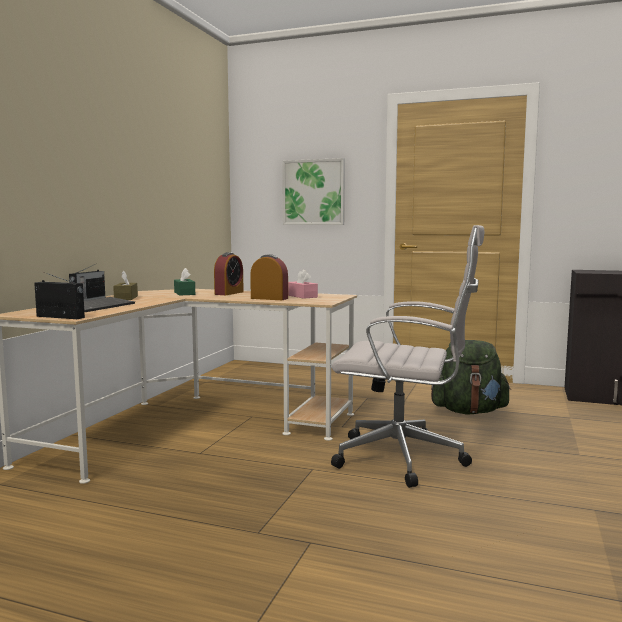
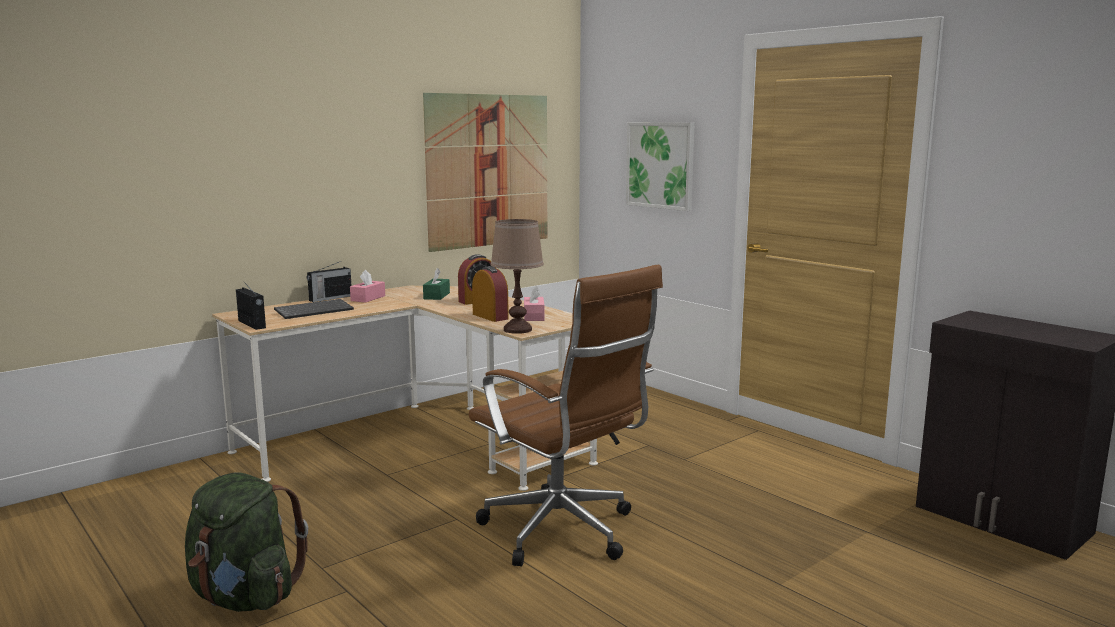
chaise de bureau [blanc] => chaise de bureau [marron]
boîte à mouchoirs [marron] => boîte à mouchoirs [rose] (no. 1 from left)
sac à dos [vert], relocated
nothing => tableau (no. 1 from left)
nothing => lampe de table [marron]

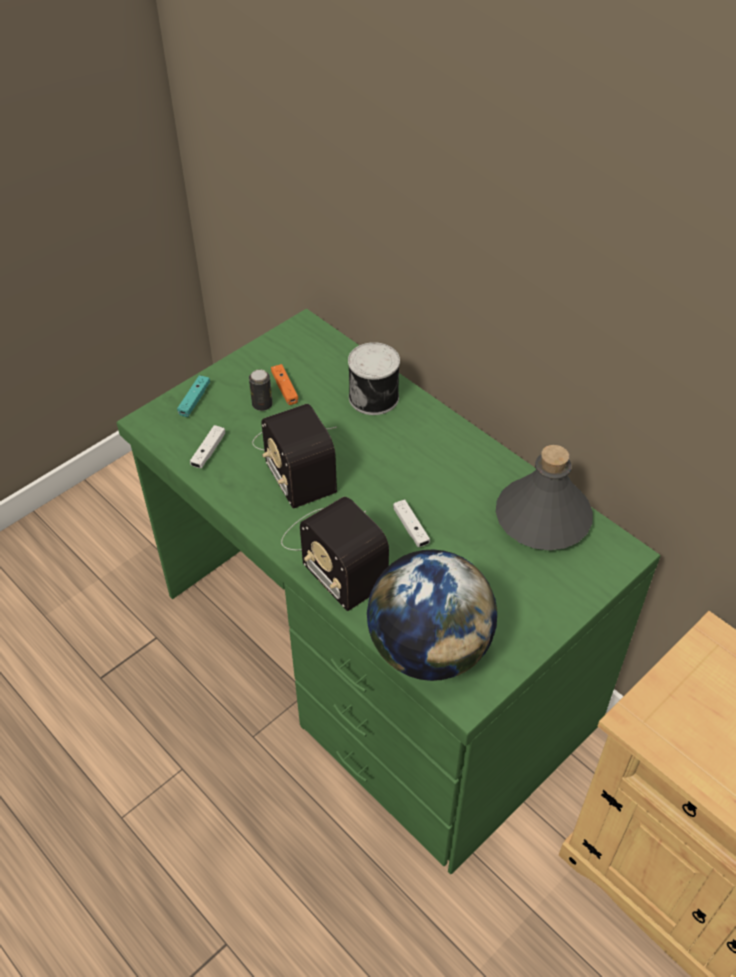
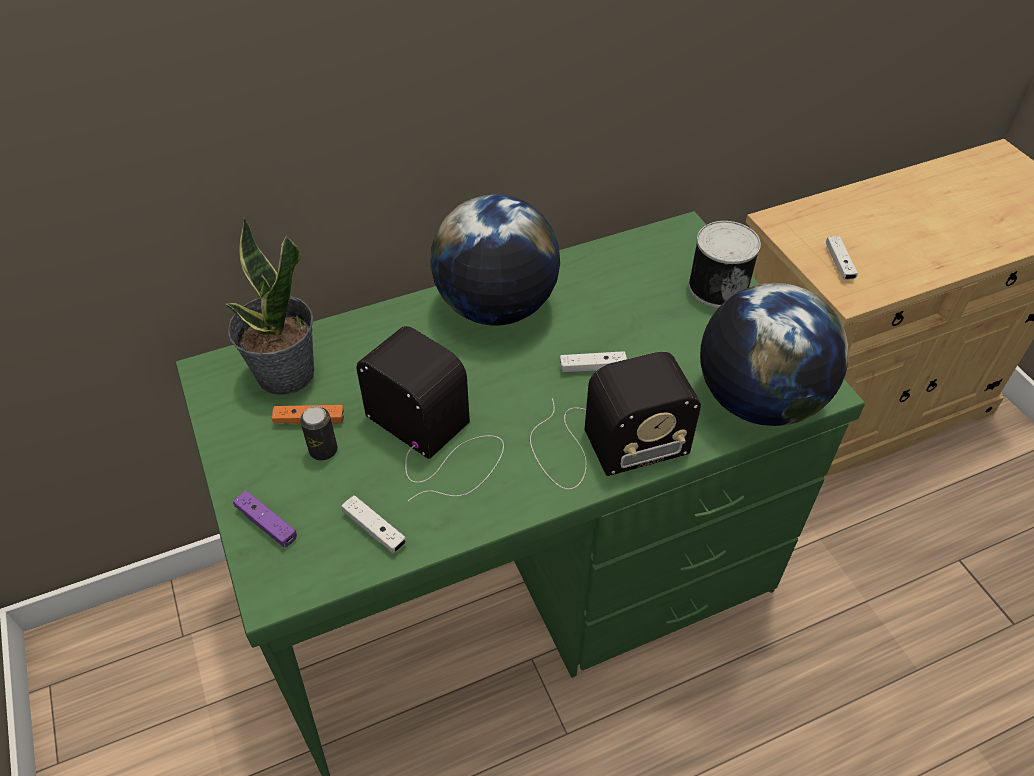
boîte métallique (no. 2 from left), relocated
manette [turquoise] => manette [violet]
radio (no. 1 from left), 135 degrees counterclockwise
bouteille [gris] => nothing
nothing => globe (no. 1 from left)
nothing => plante en pot
nothing => manette [blanc] (no. 3 from left)

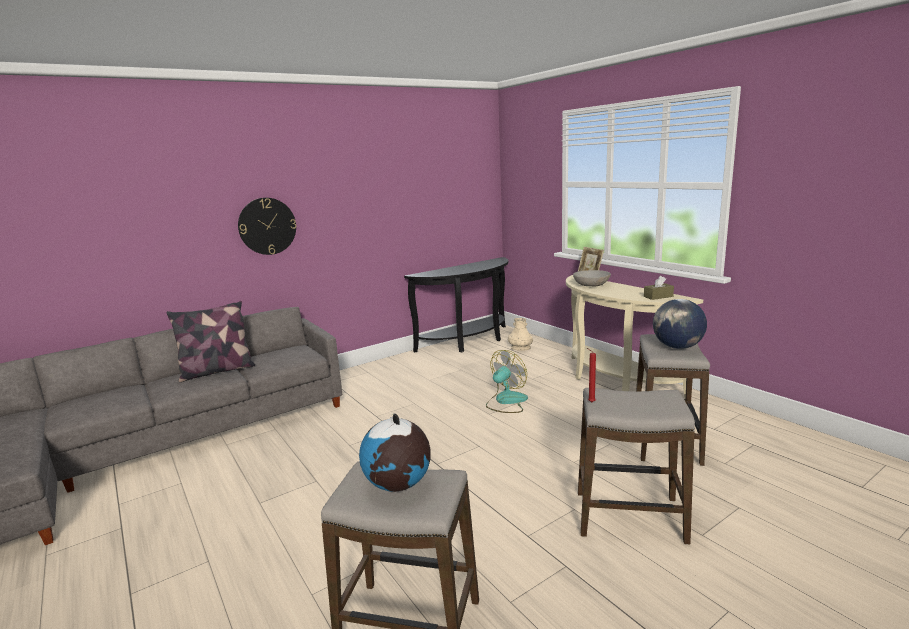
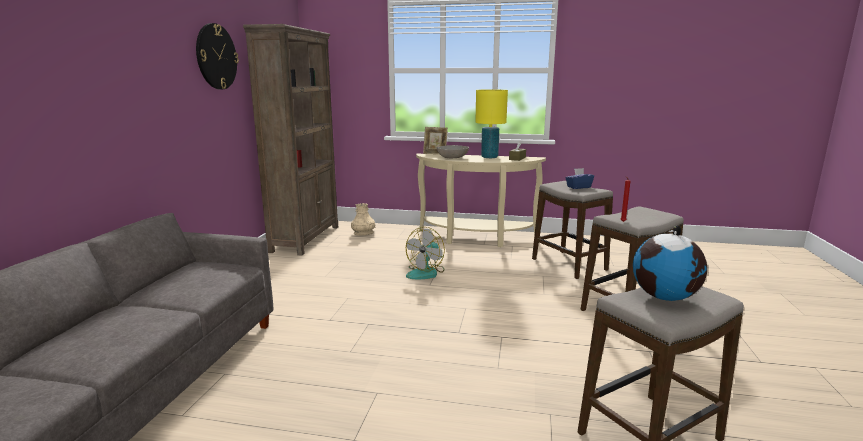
horloge murale, relocated
table console [noir] => bibliothèque [marron]
globe (no. 2 from left) => boîte à mouchoirs [bleu]
coussin => nothing
ventilateur, 150 degrees counterclockwise
nothing => lampe de table [jaune]

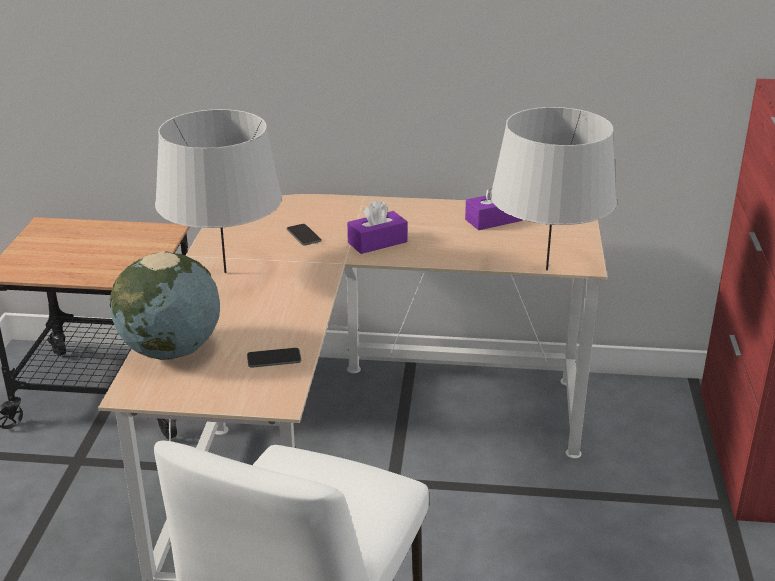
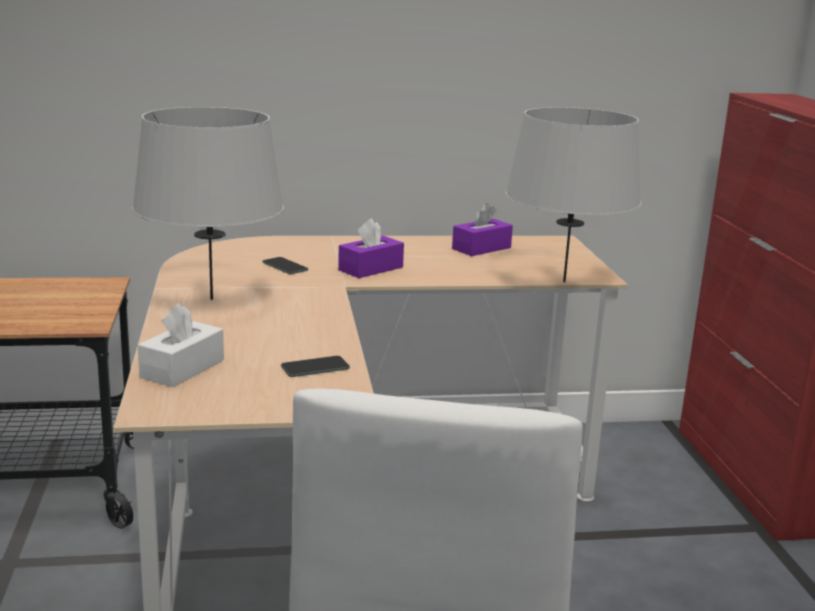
globe => boîte à mouchoirs [blanc]

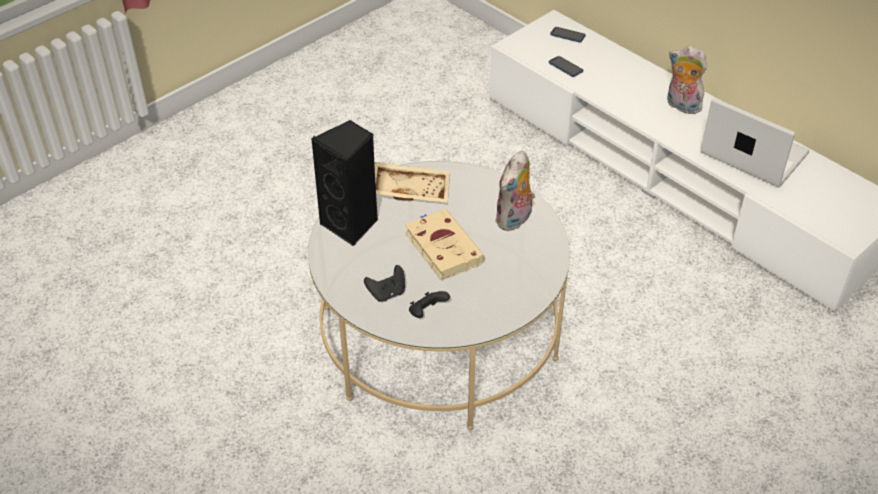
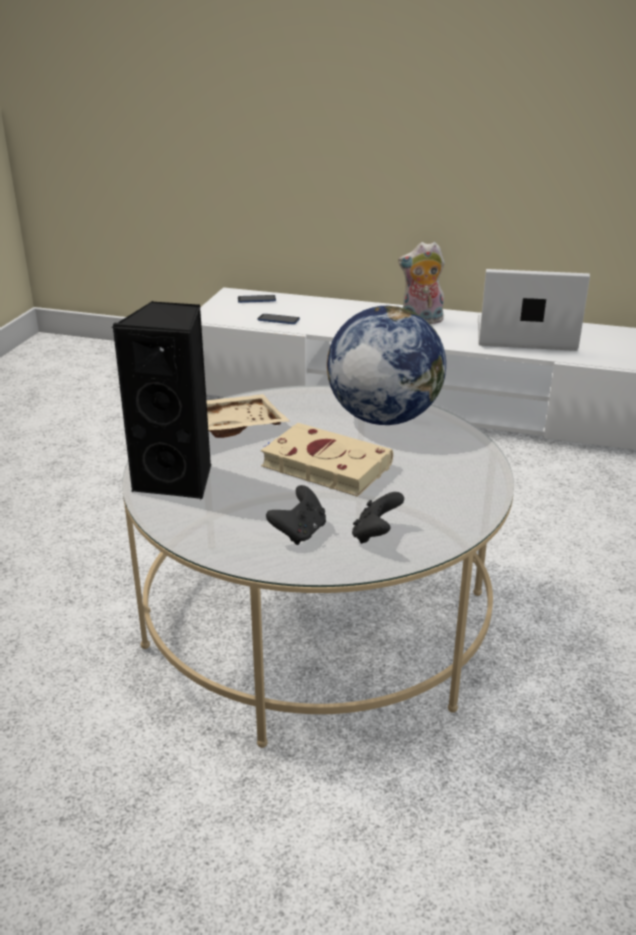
peluche (no. 1 from left) => globe

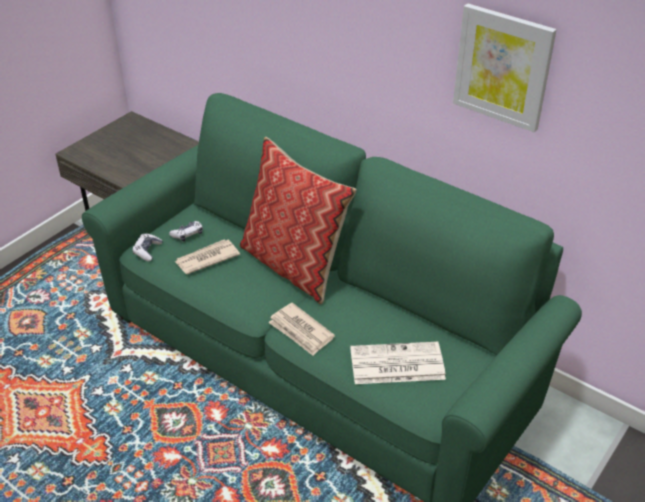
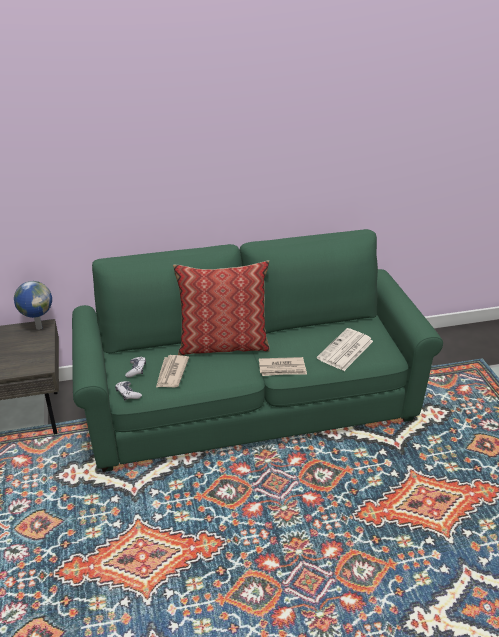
tableau => nothing
nothing => globe

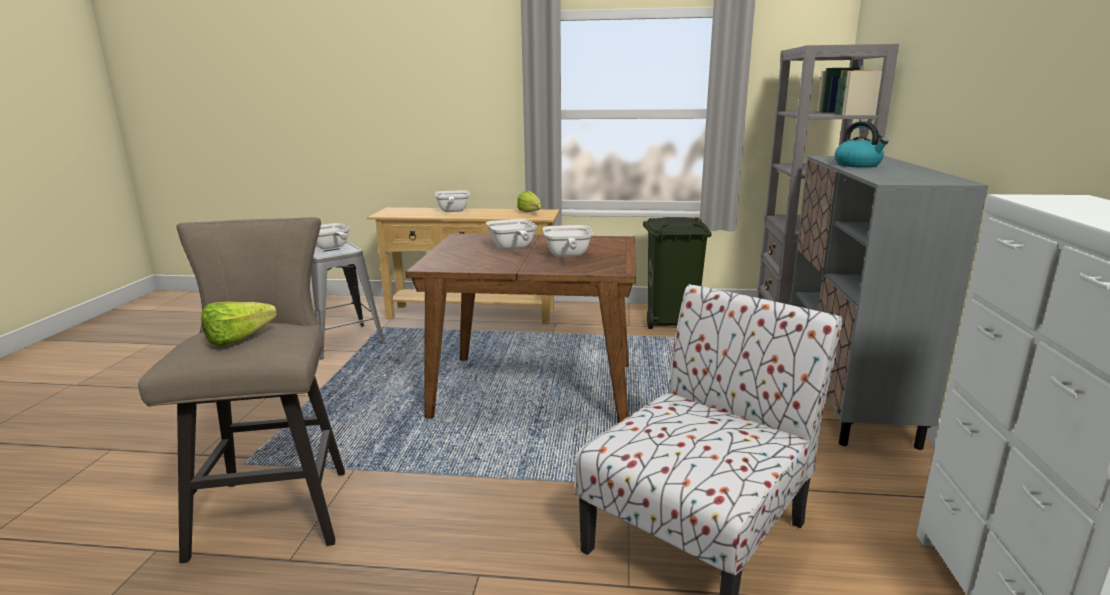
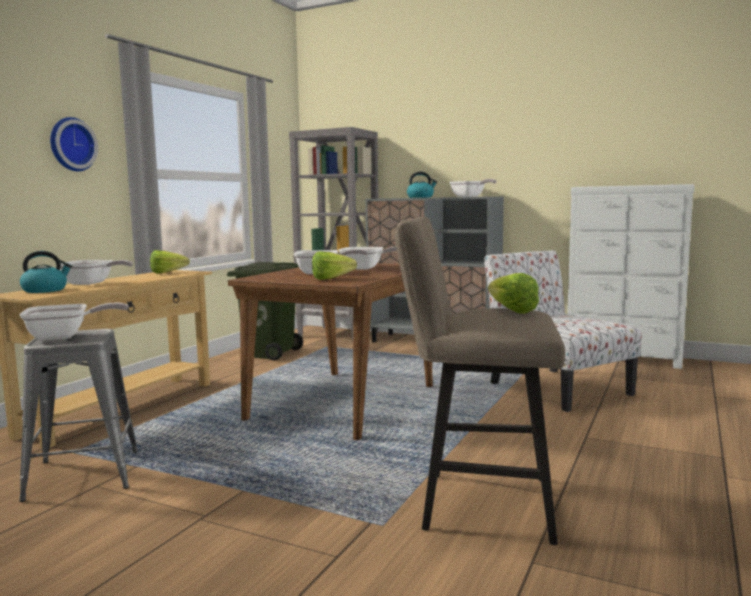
nothing => horloge murale
nothing => poêle (no. 5 from left)
nothing => bouilloire (no. 1 from left)
nothing => laitue (no. 2 from left)

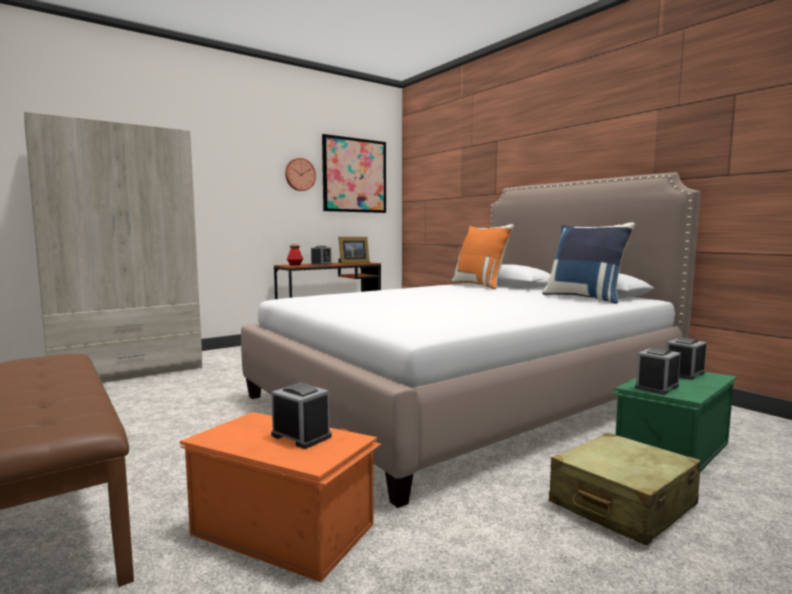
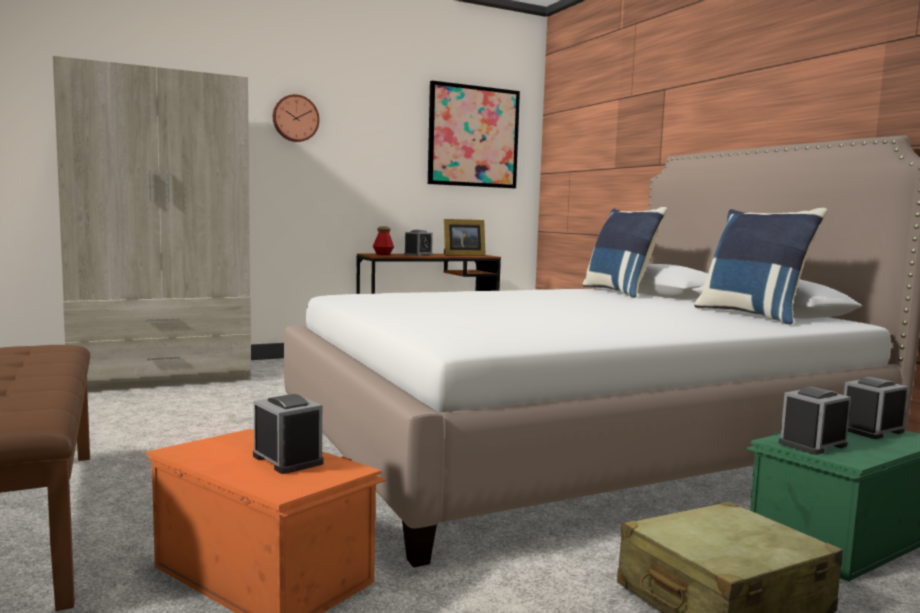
horloge murale, relocated
coussin [orange] => coussin [bleu] (no. 1 from left)

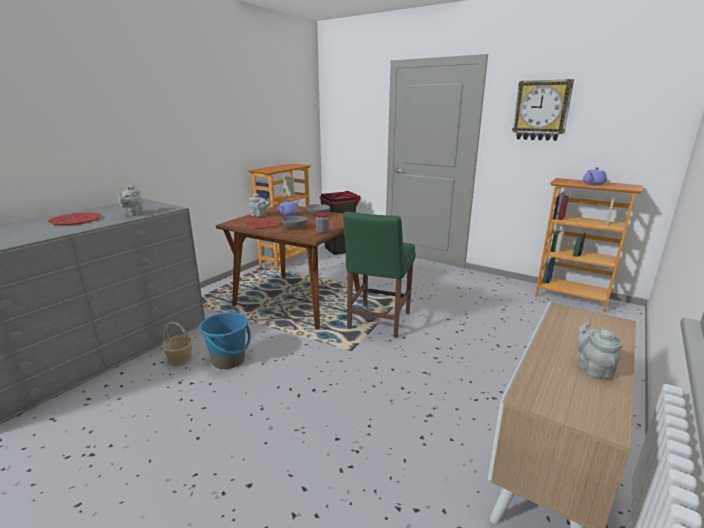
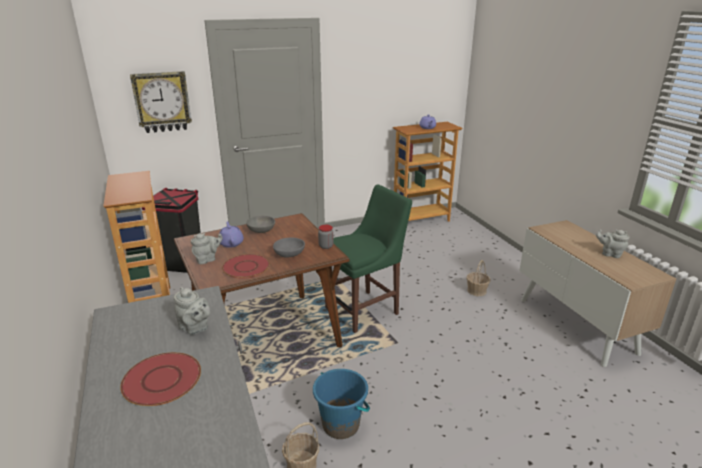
horloge murale, relocated
chaise [vert], 90 degrees counterclockwise
nothing => panier (no. 2 from left)

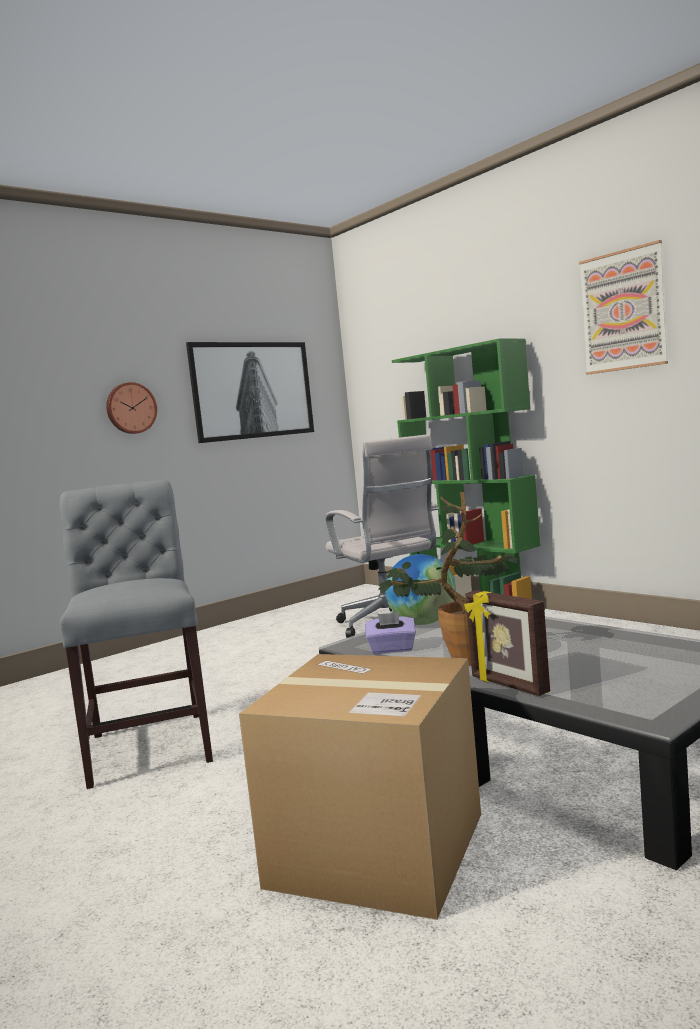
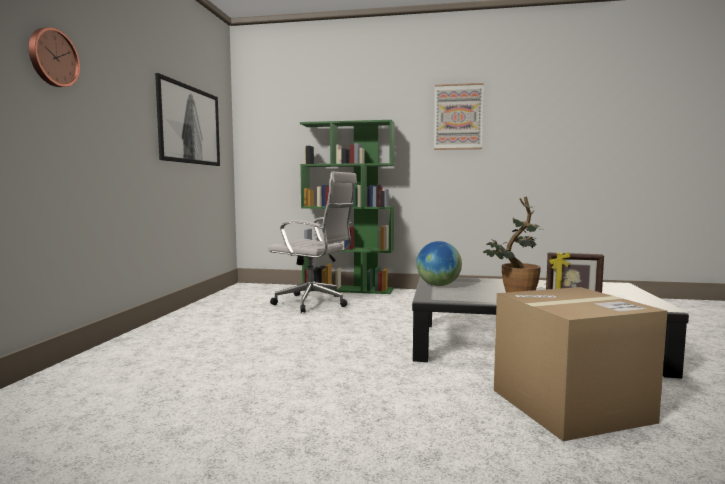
horloge murale, relocated
chaise [gris] => nothing
boîte à mouchoirs [violet] => nothing

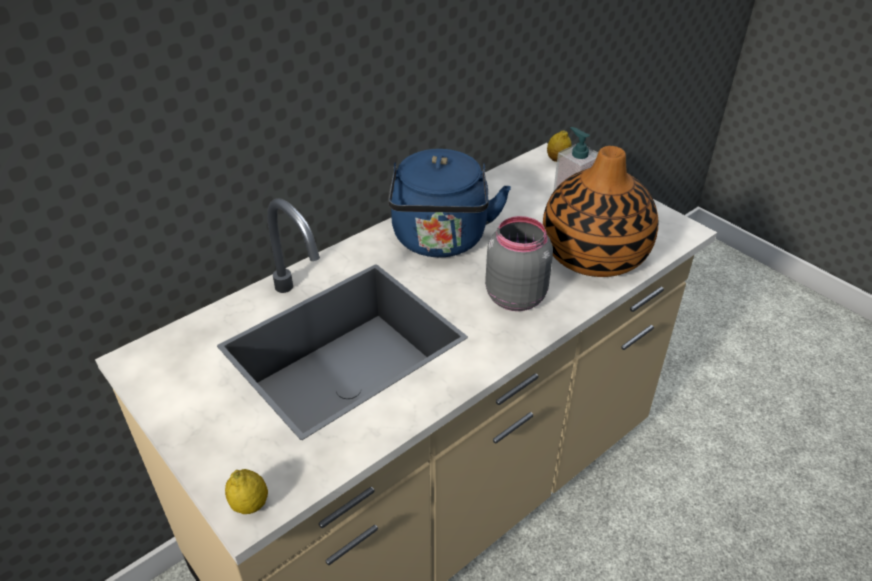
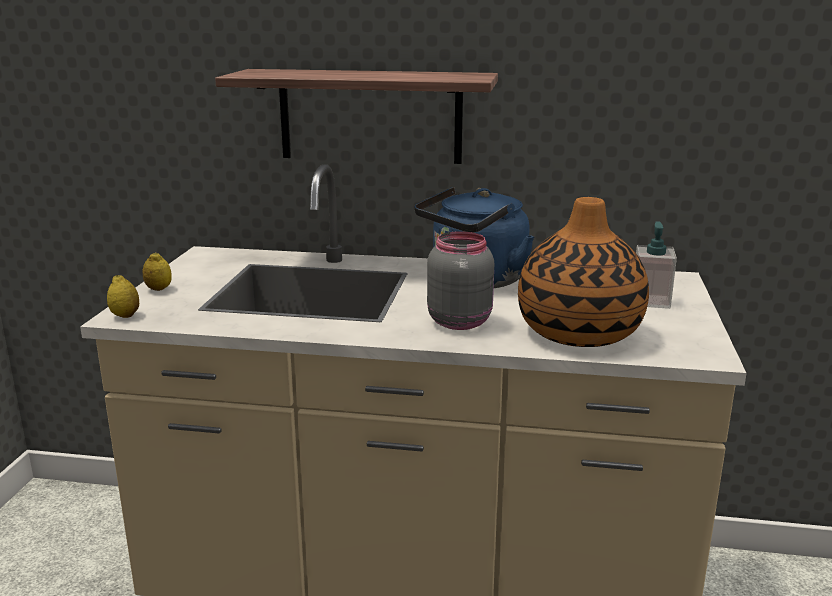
citron (no. 2 from left), relocated
nothing => étagère

